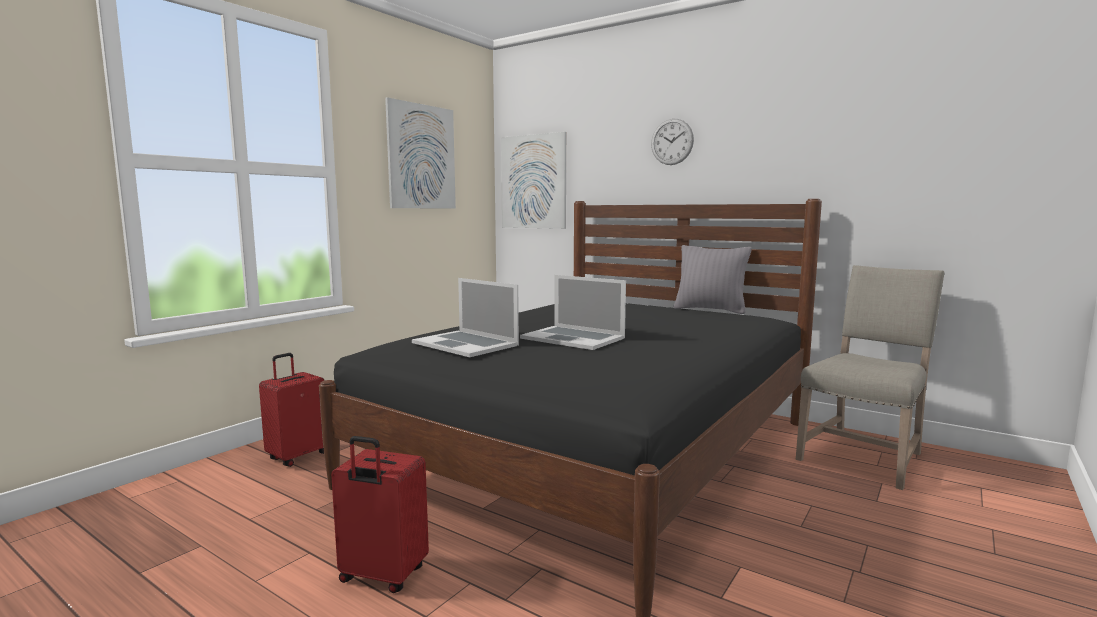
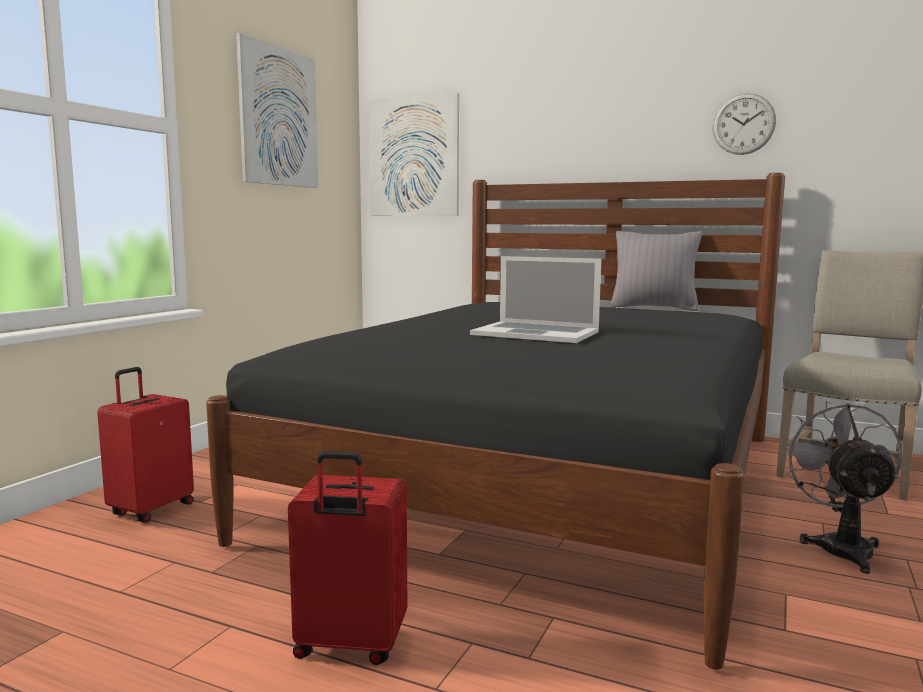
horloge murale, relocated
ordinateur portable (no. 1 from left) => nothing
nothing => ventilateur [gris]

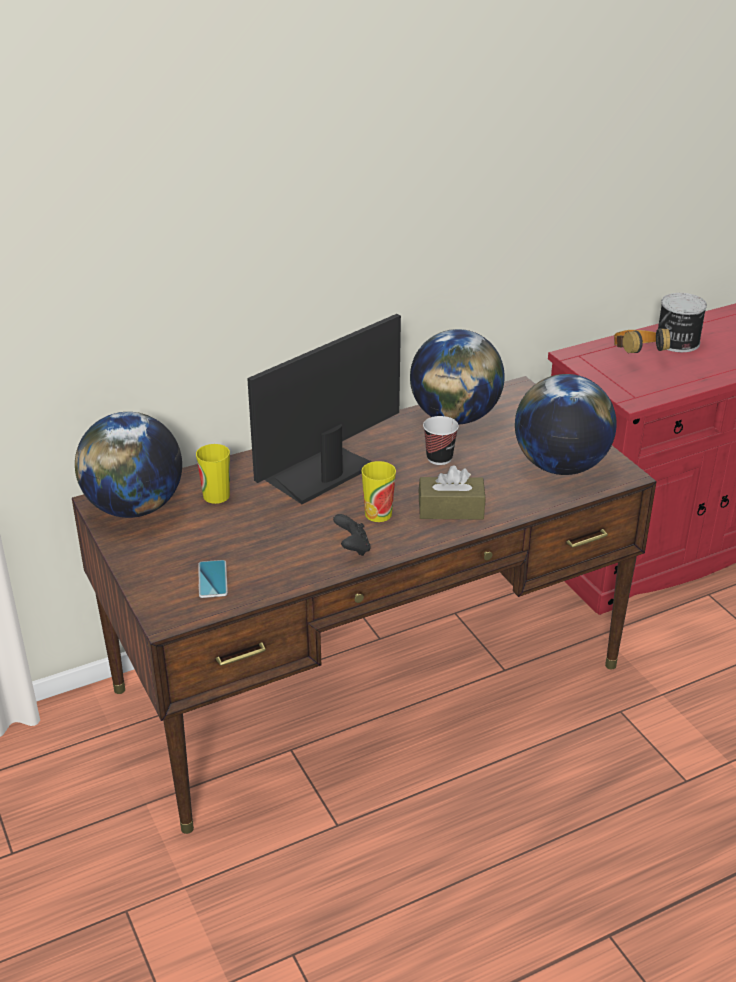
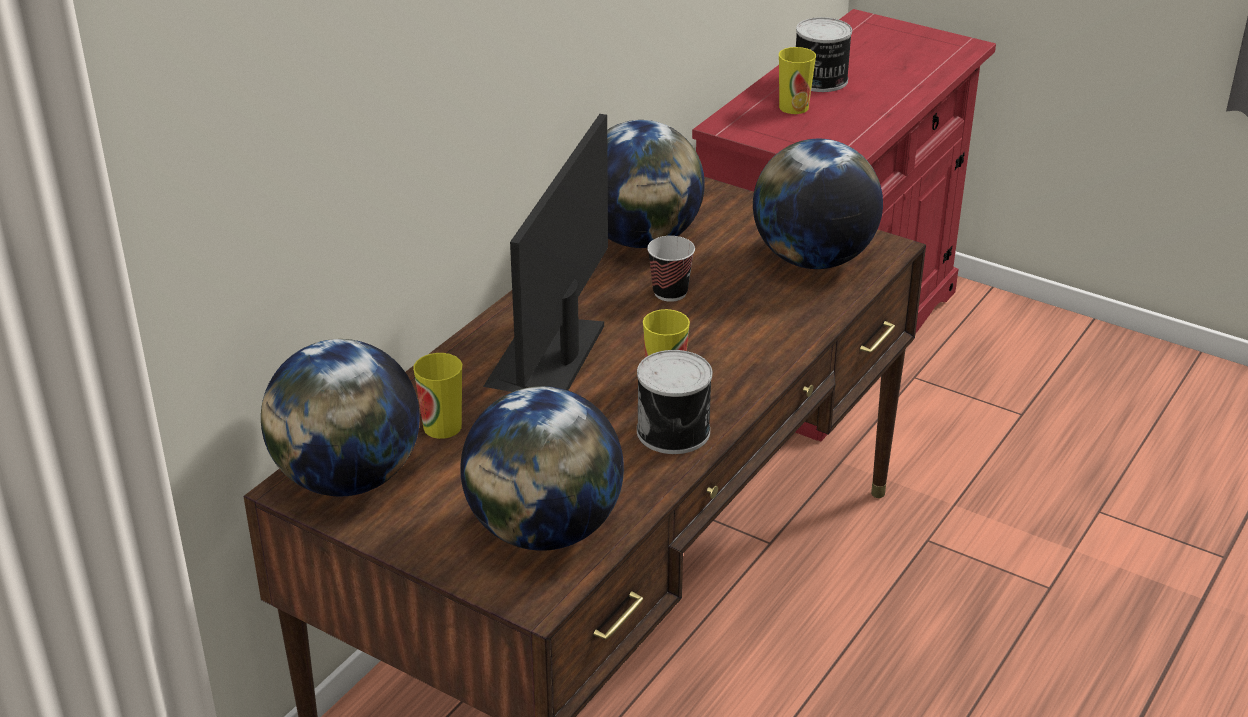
casque audio => tasse (no. 4 from left)
boîte à mouchoirs [marron] => nothing
manette [noir] => boîte métallique (no. 1 from left)
téléphone => globe (no. 2 from left)

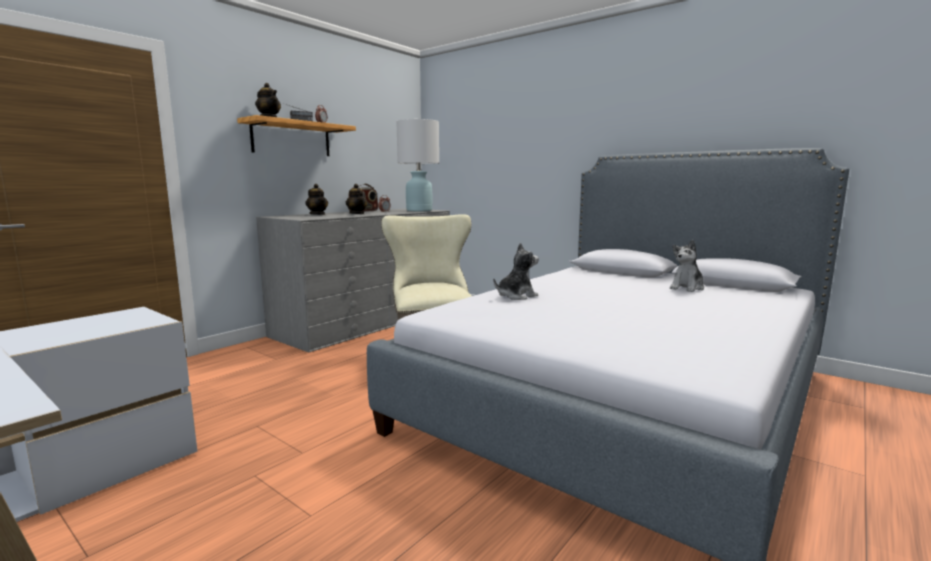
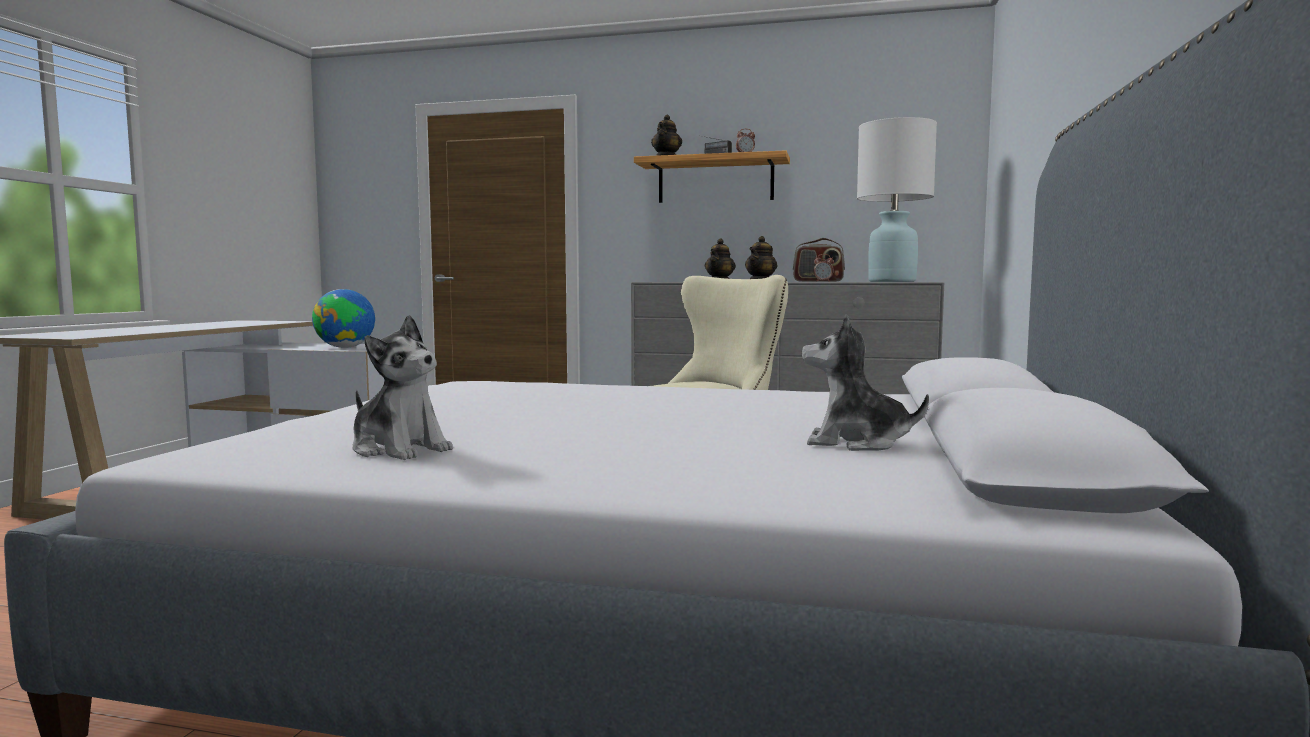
peluche (no. 1 from left), relocated
nothing => globe

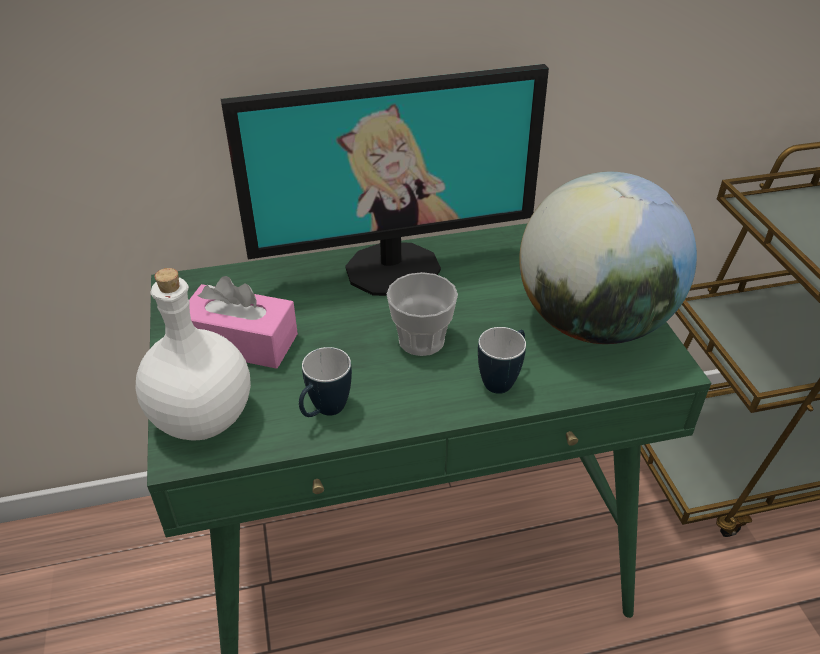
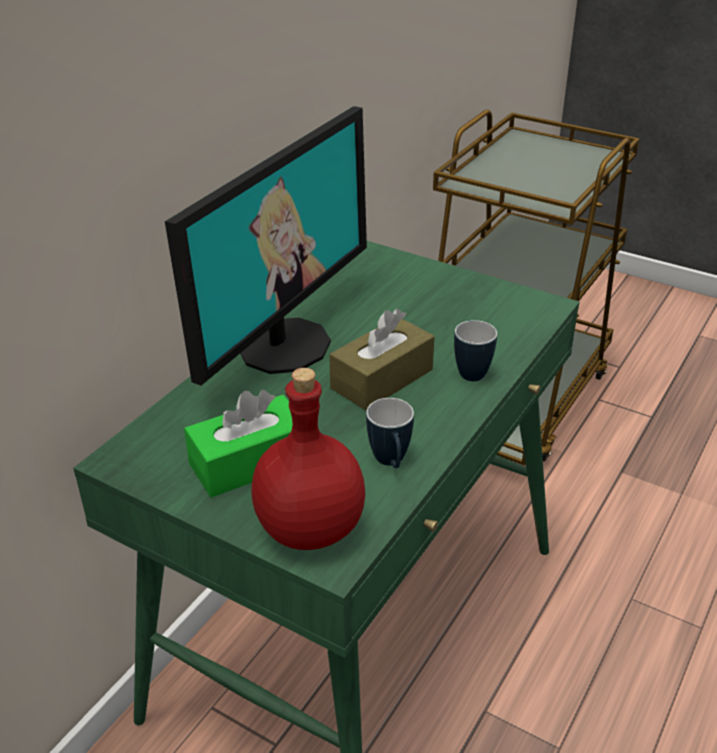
globe => nothing
bouteille [blanc] => bouteille [rouge]
tasse => boîte à mouchoirs [marron]
boîte à mouchoirs [rose] => boîte à mouchoirs [vert]

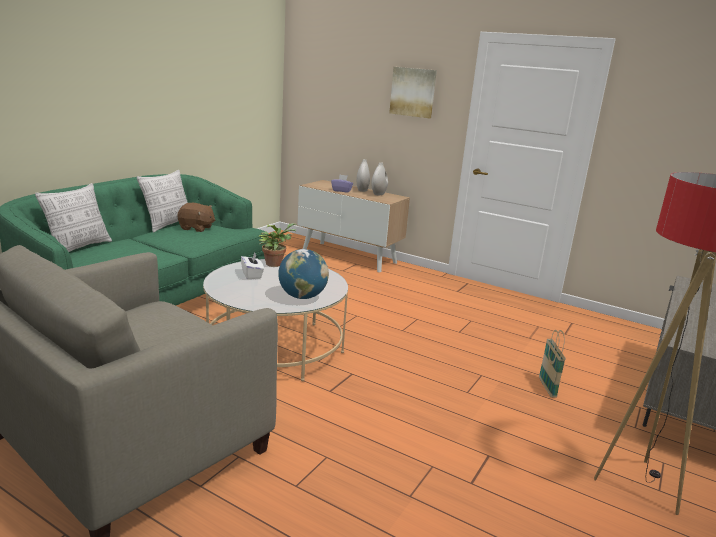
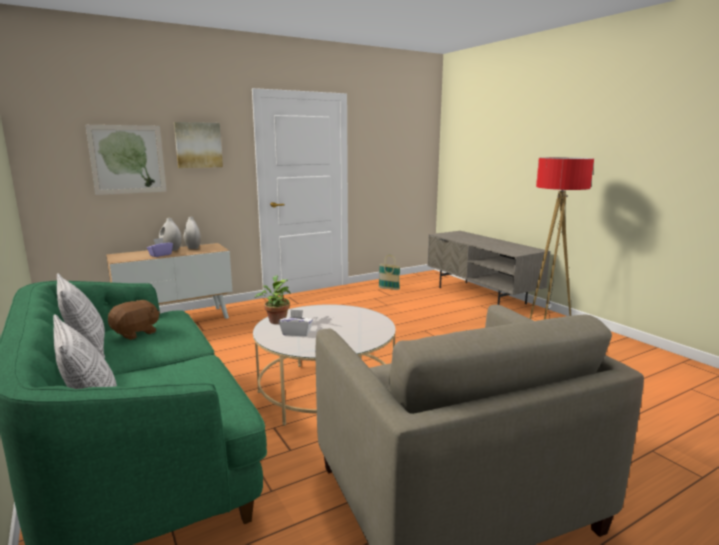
globe => nothing
panier, relocated
nothing => tableau (no. 1 from left)

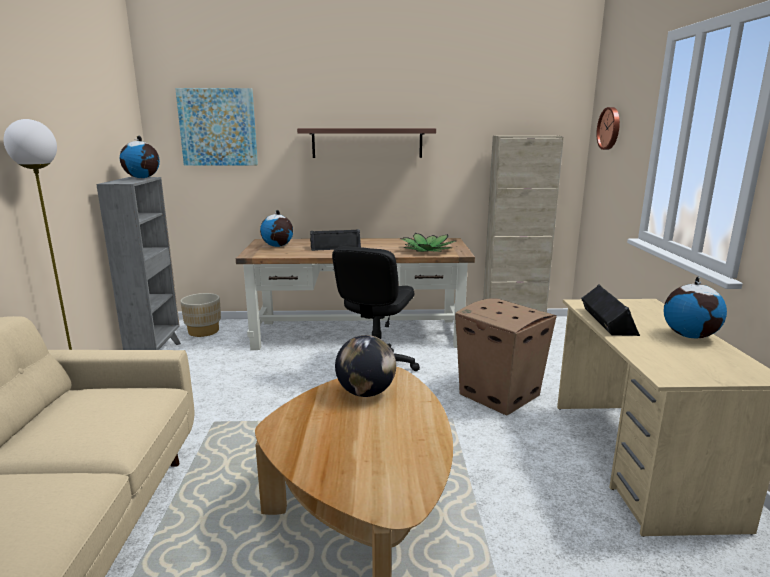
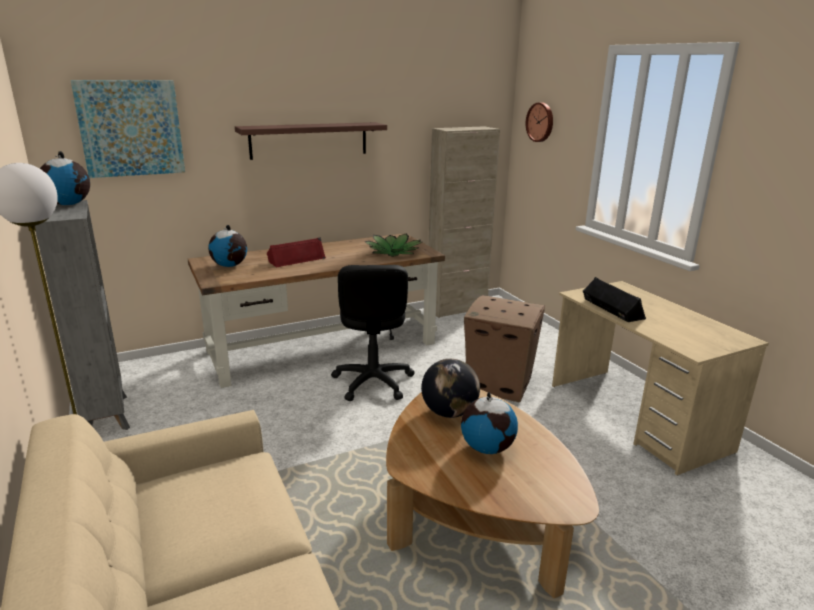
enceinte [noir] (no. 1 from left) => enceinte [rouge]
globe (no. 4 from left), relocated
cache-pot [beige] => nothing

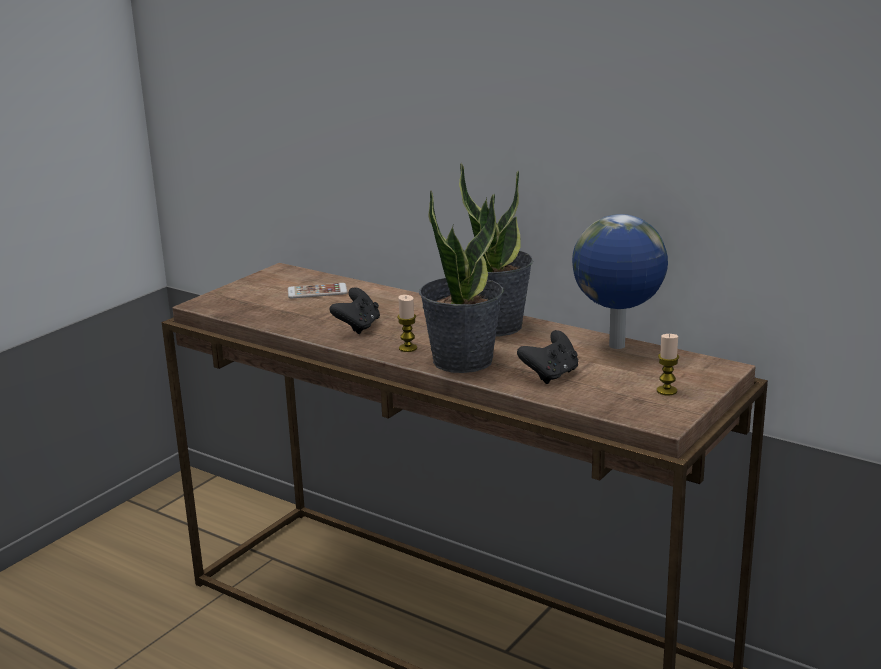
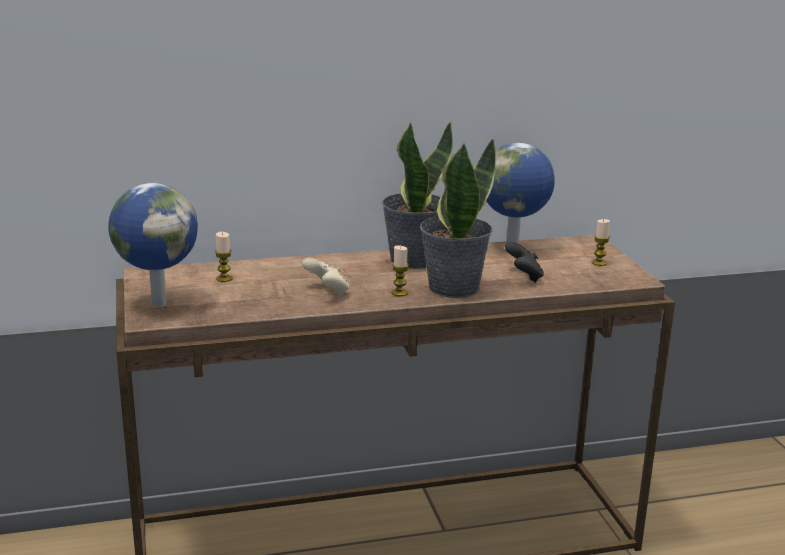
téléphone => bougie (no. 1 from left)
manette [noir] (no. 1 from left) => manette [beige]
nothing => globe (no. 1 from left)

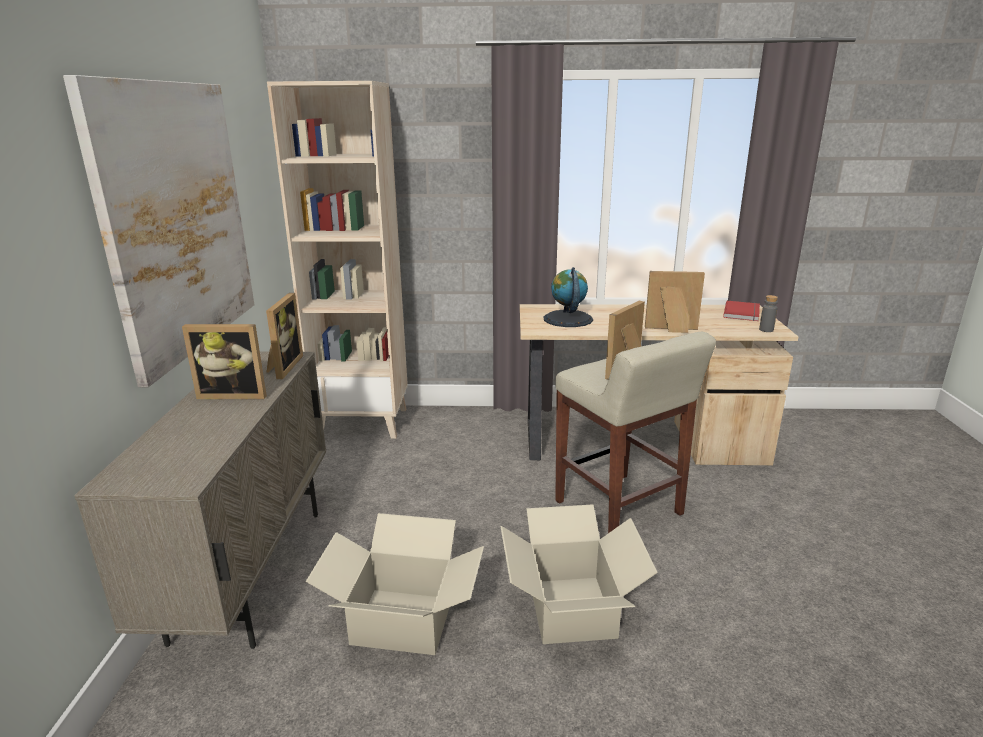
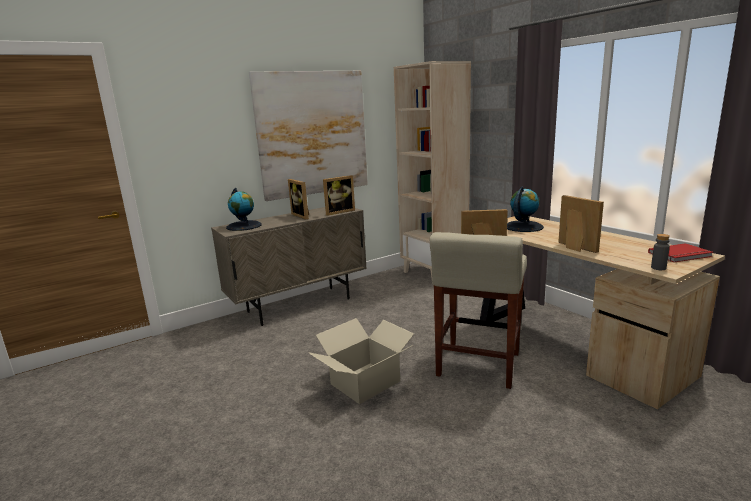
carton (no. 1 from left) => nothing
nothing => globe (no. 1 from left)

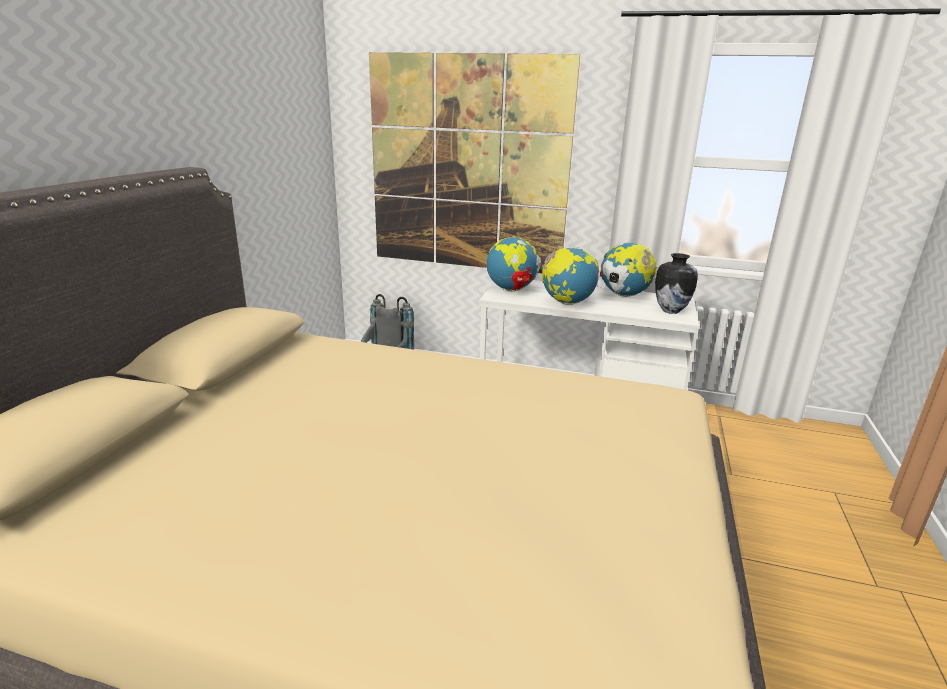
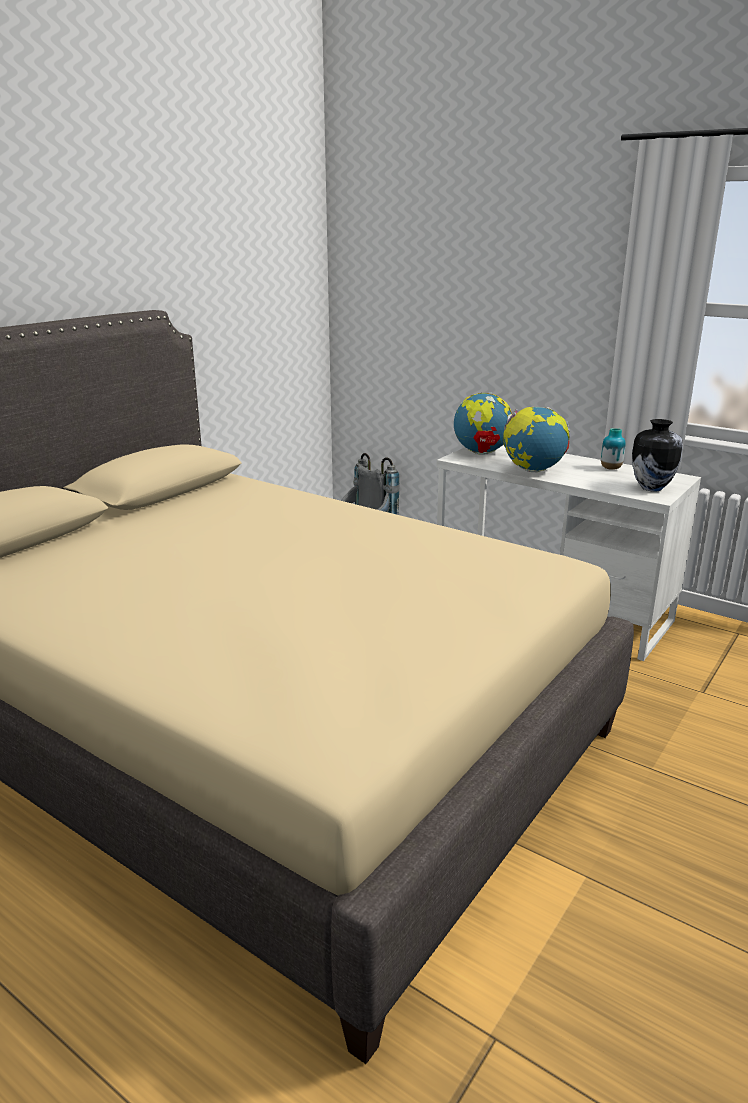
tableau => nothing
globe (no. 3 from left) => vase (no. 1 from left)

